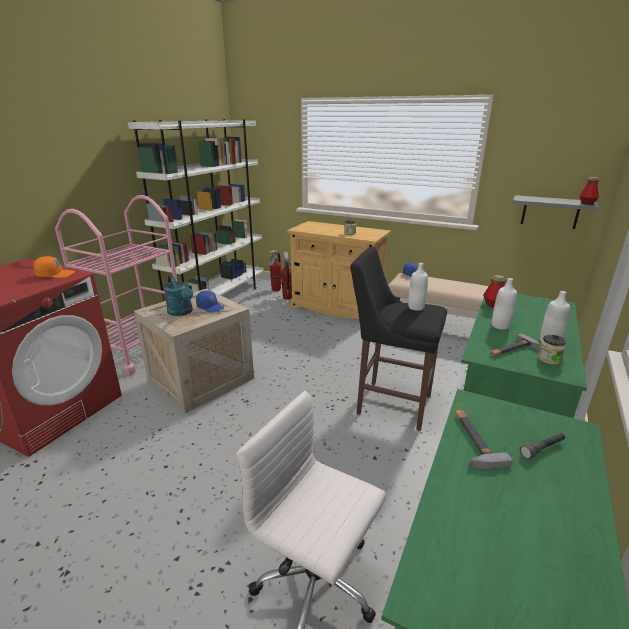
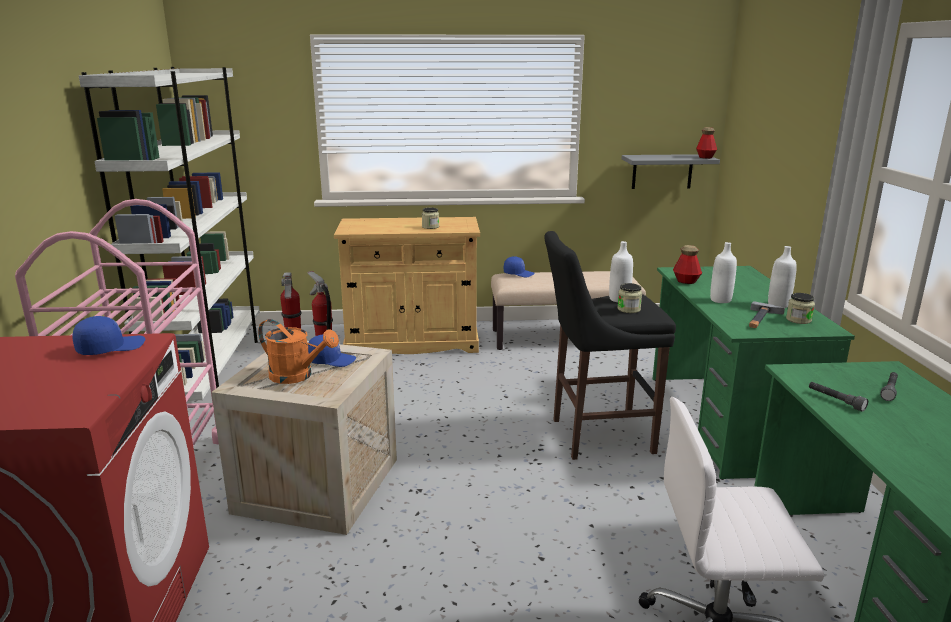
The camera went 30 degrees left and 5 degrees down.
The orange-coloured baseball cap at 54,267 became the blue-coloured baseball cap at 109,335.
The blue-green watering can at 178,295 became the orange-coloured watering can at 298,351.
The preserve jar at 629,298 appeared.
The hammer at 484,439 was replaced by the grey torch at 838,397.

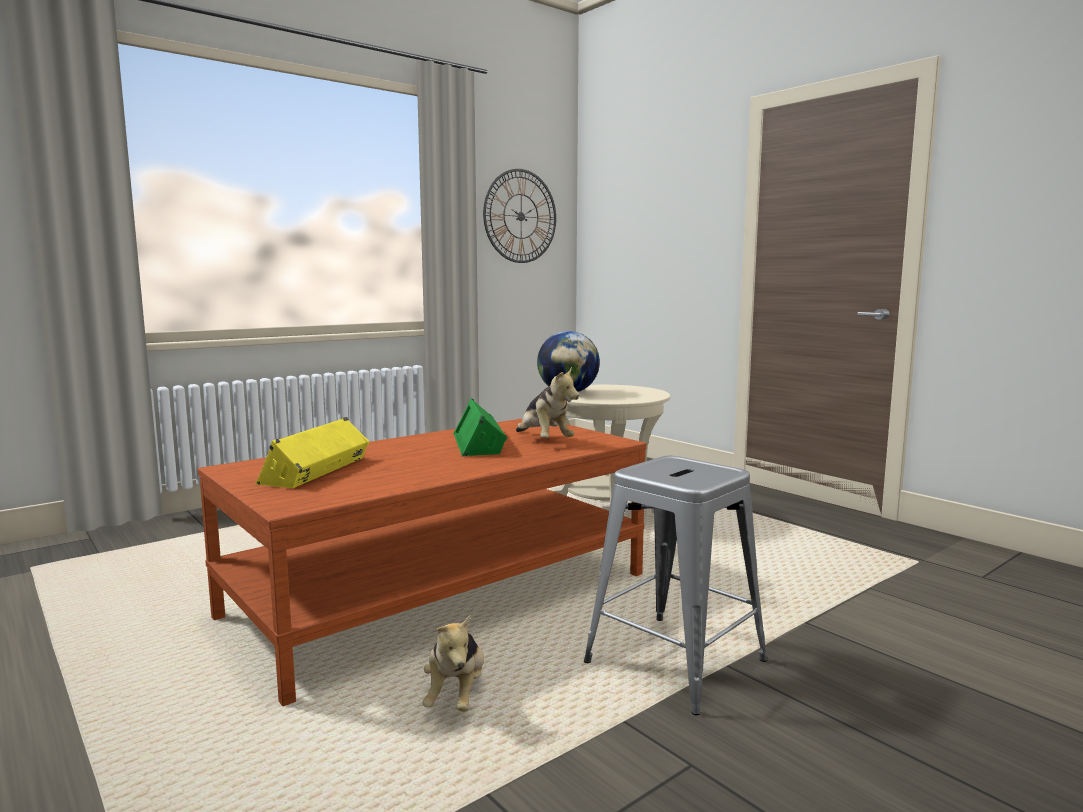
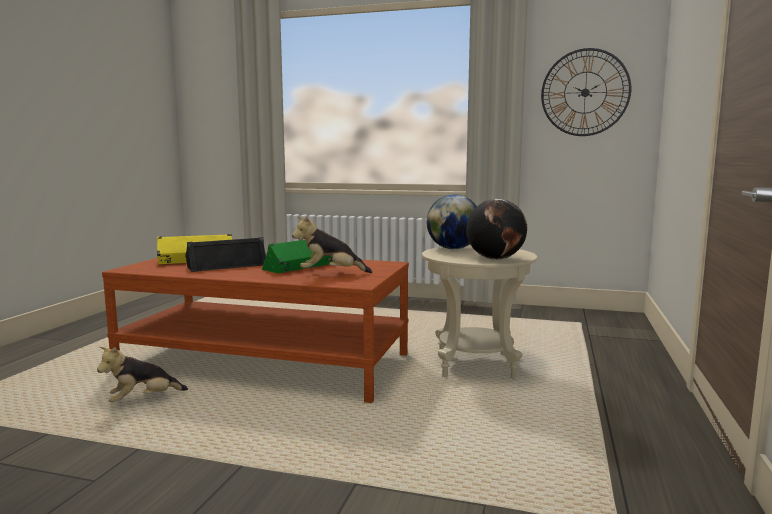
The camera went 55 degrees right and 0 degrees up.
The black audio speaker at 225,254 appeared.
The soft toy at 547,402 turned 60 degrees clockwise.
The desk globe at 496,229 appeared.
The grey sitting stool at 675,585 disappeared.

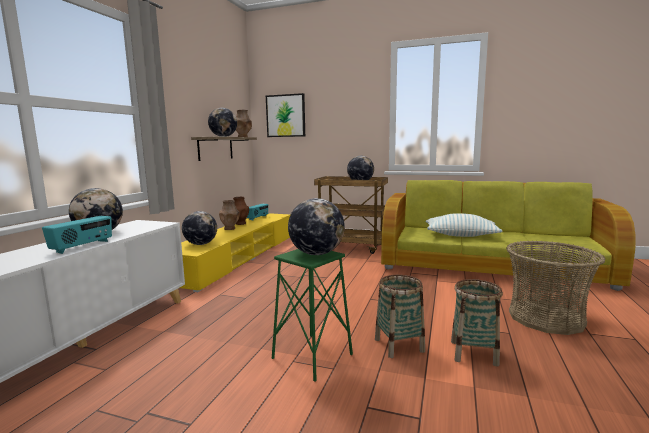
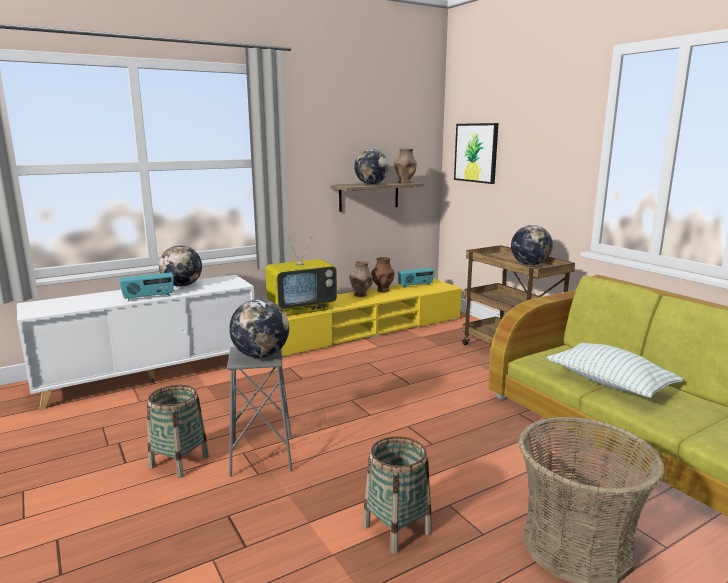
The camera went 40 degrees right and 5 degrees up.
The household basket moved from 400,316 to 178,431.
The green-coloured sitting stool at 312,315 became the grey sitting stool at 259,412.
The desk globe at 199,228 was replaced by the TV set at 301,276.

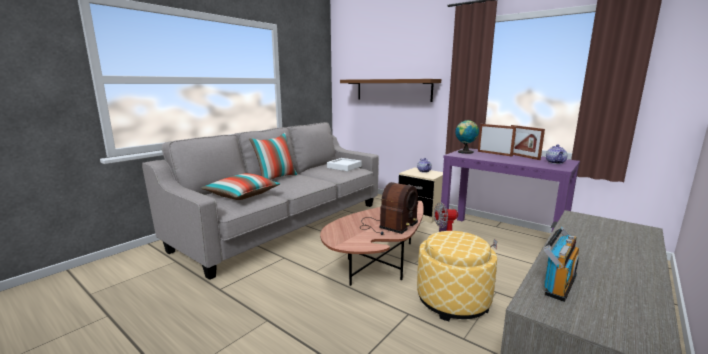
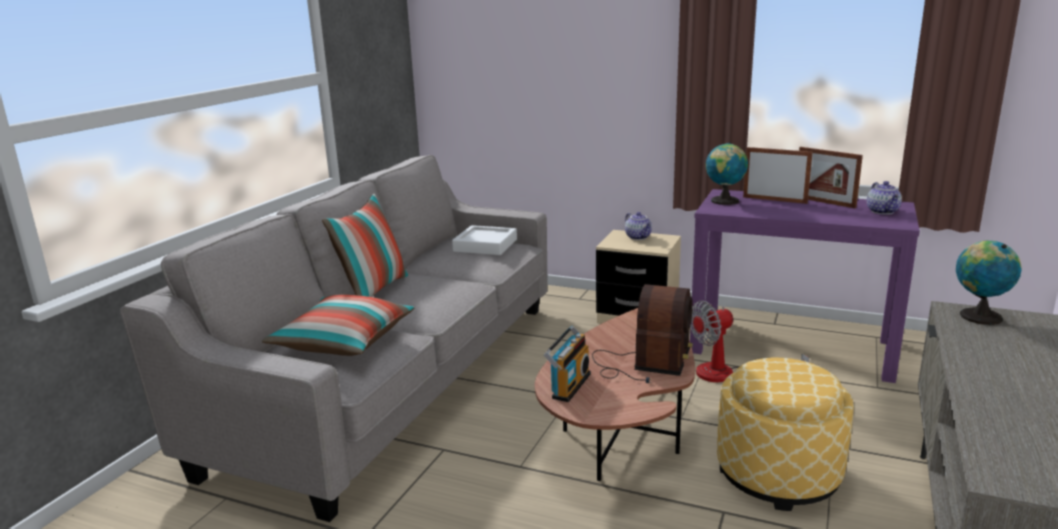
The camera went 15 degrees left and 5 degrees up.
The radio receiver moved from 561,264 to 567,363.
The desk globe at 988,282 appeared.
The brown bracket shelf at 390,90 disappeared.

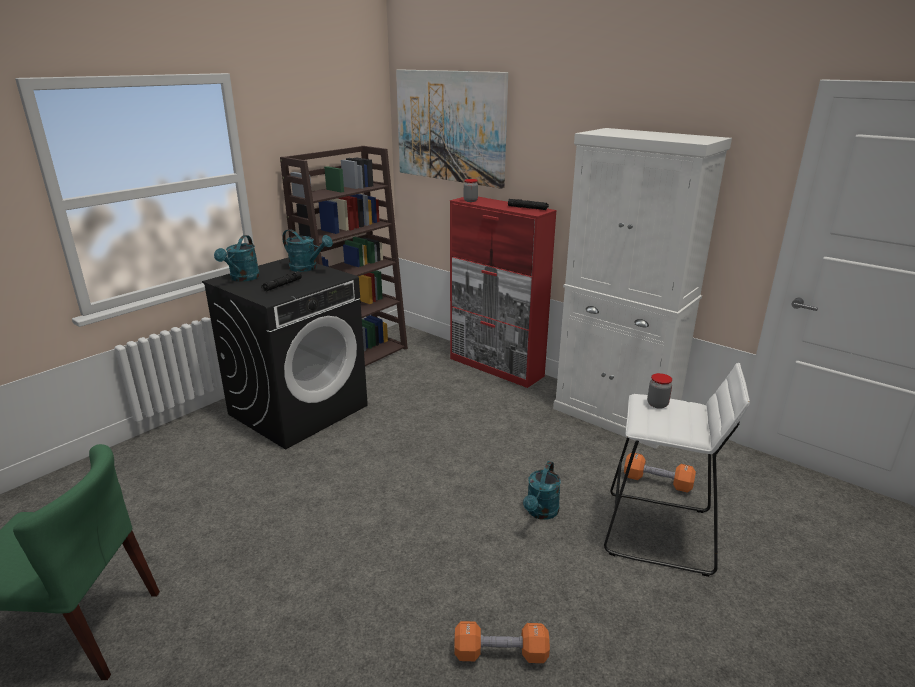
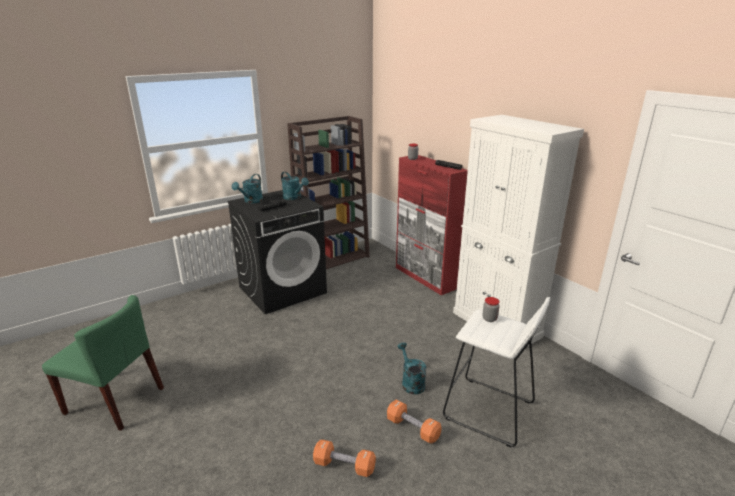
The camera went 15 degrees right and 0 degrees up.
The orange-coloured dumbbell moved from 660,472 to 414,422.
The blue-green watering can at 542,490 turned 120 degrees clockwise.
The picture at 452,129 disappeared.

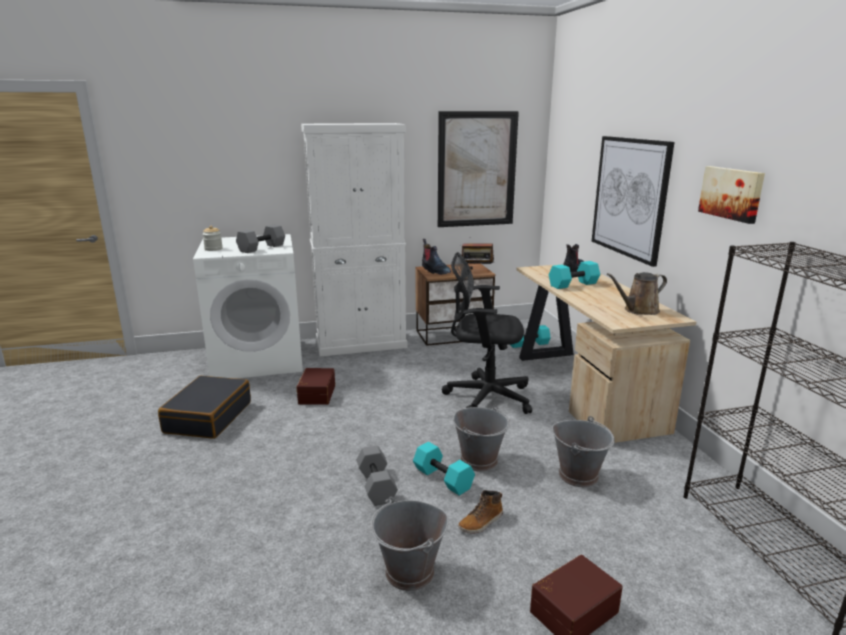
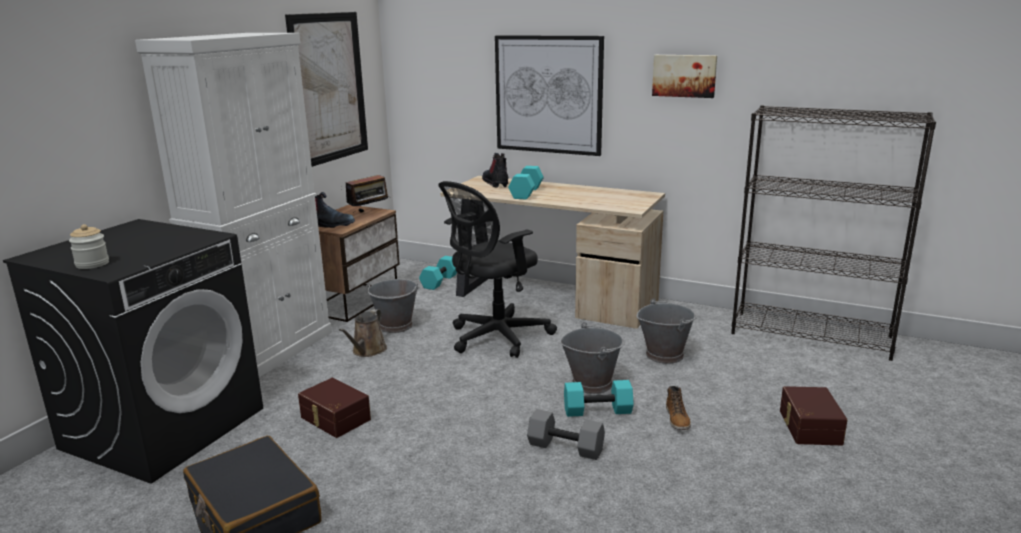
The camera went 50 degrees left and 0 degrees up.
The whitish laundry appliance at 248,306 became the black laundry appliance at 133,351.
The brown watering can moved from 637,293 to 363,333.
The grey pail moved from 410,544 to 392,306.
The grey dumbbell at 260,239 disappeared.

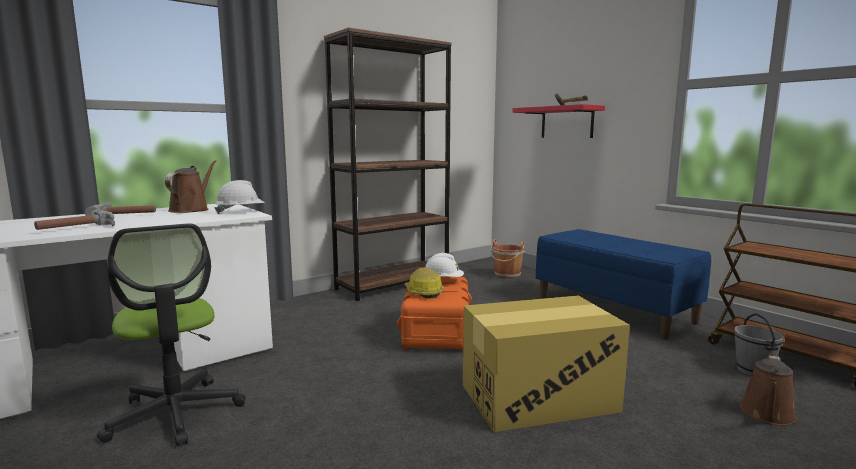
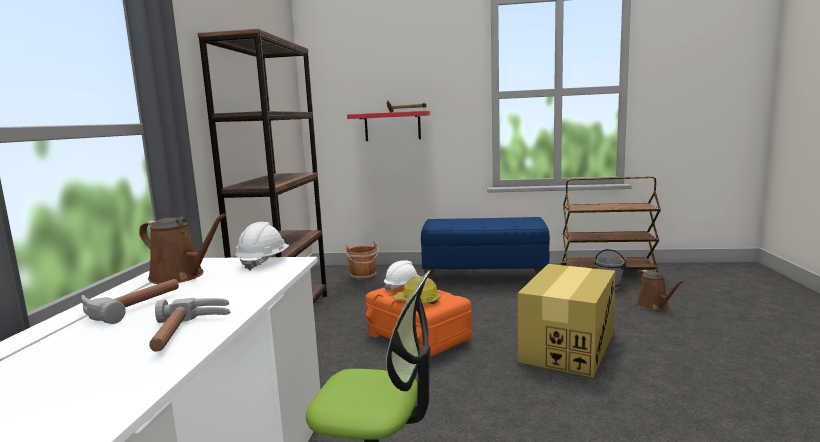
The camera went 45 degrees left and 0 degrees up.
The brown watering can at 191,186 turned 150 degrees clockwise.

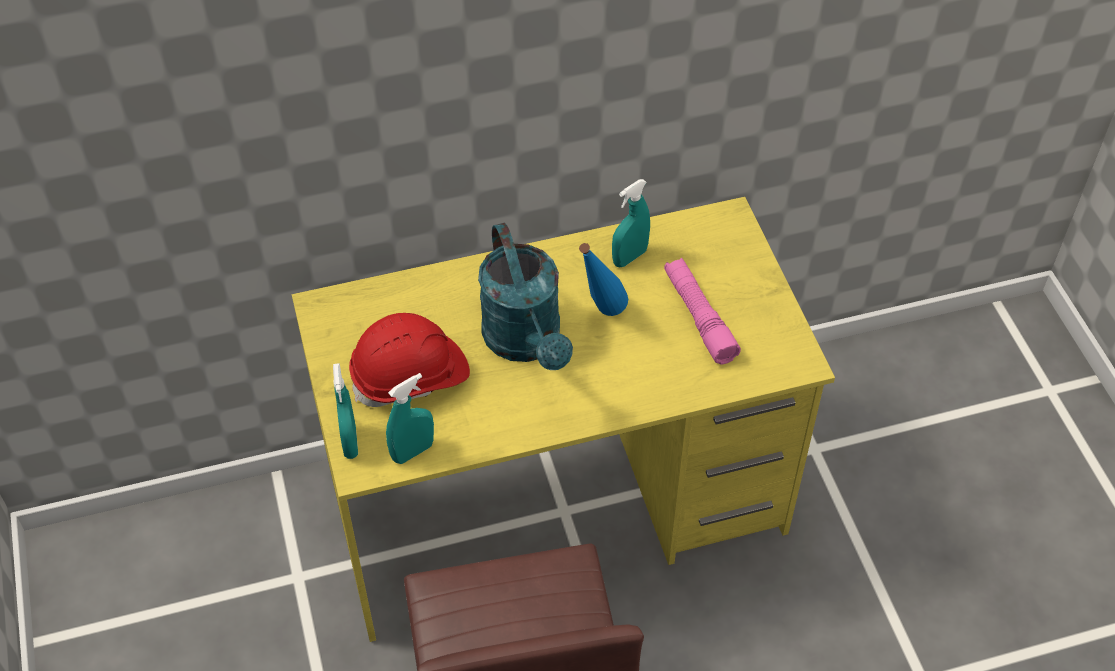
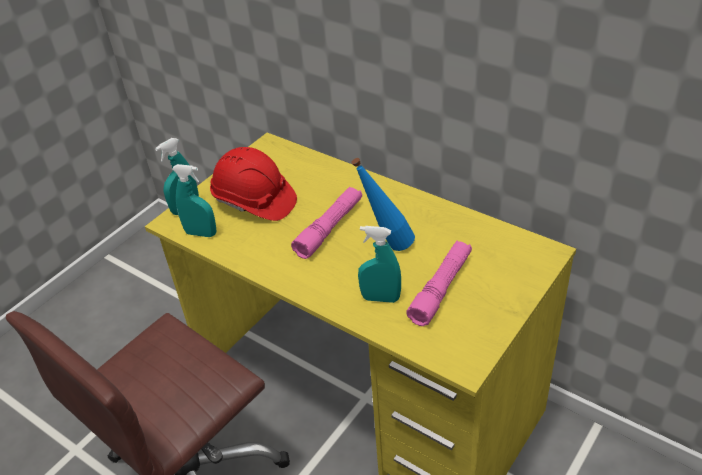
The camera went 55 degrees right and 10 degrees down.
The blue-green watering can at 525,296 was replaced by the pink torch at 326,223.
The blue-green sprayer moved from 631,223 to 379,264.

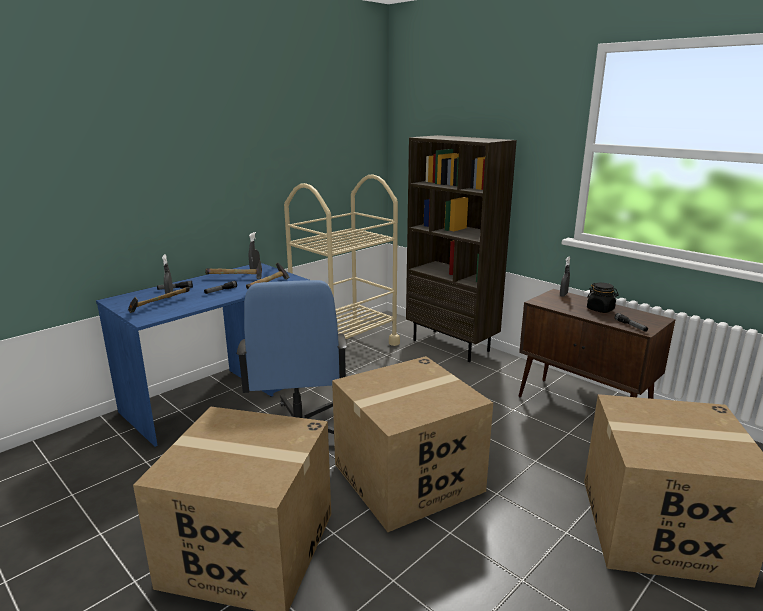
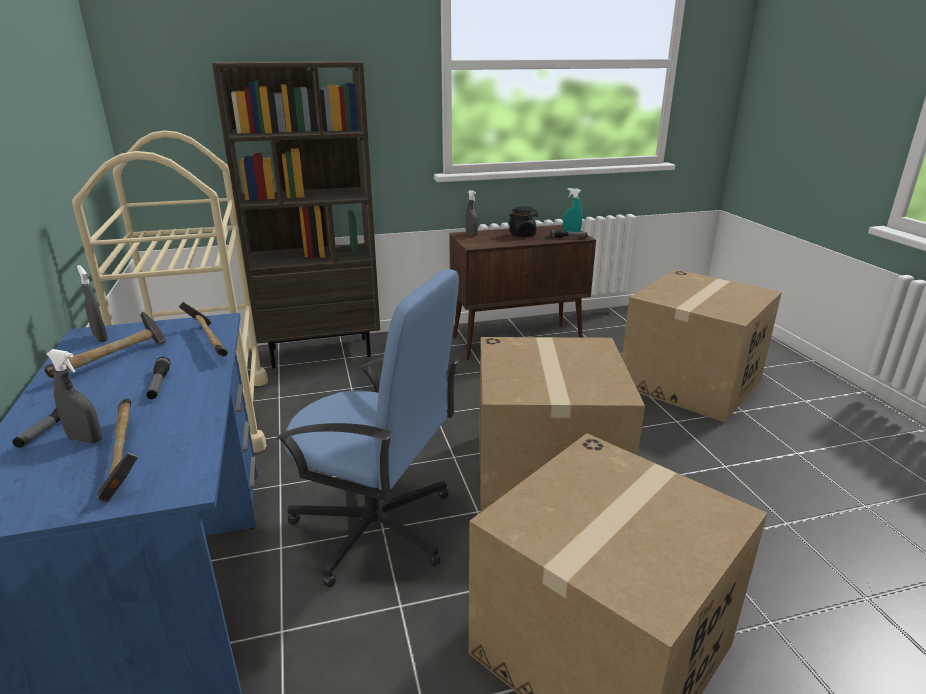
The camera went 60 degrees left and 5 degrees up.
The blue-green sprayer at 573,210 appeared.

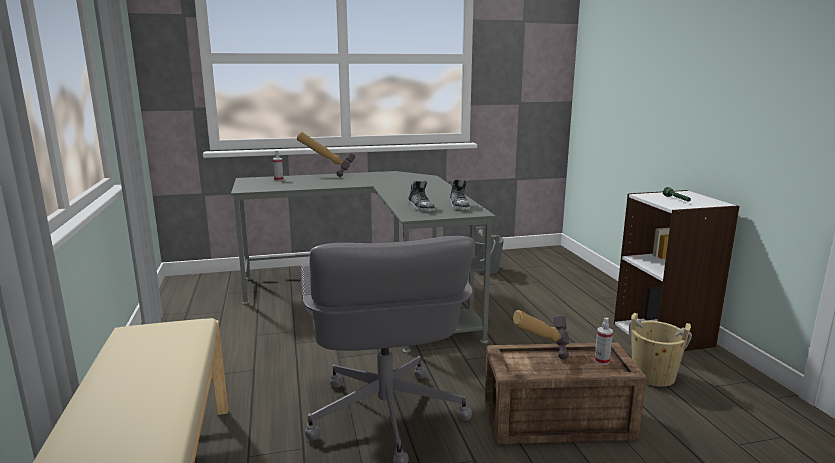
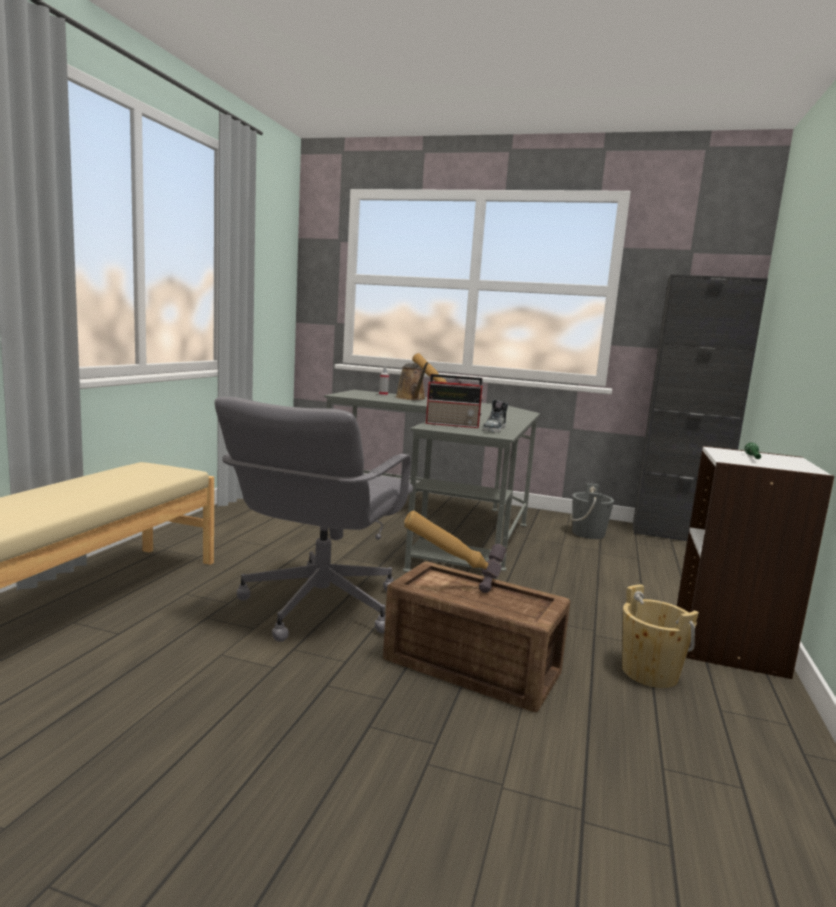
The camera went 30 degrees right and 5 degrees down.
The brown watering can at 412,381 appeared.
The item of footwear at 421,196 was replaced by the radio receiver at 455,401.
The black cupboard at 700,407 appeared.
The sprayer at 603,341 disappeared.

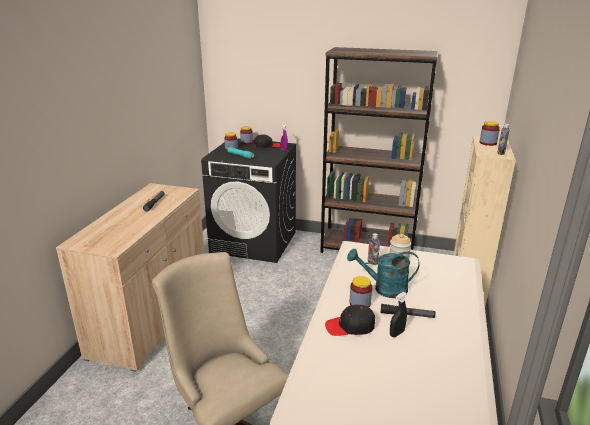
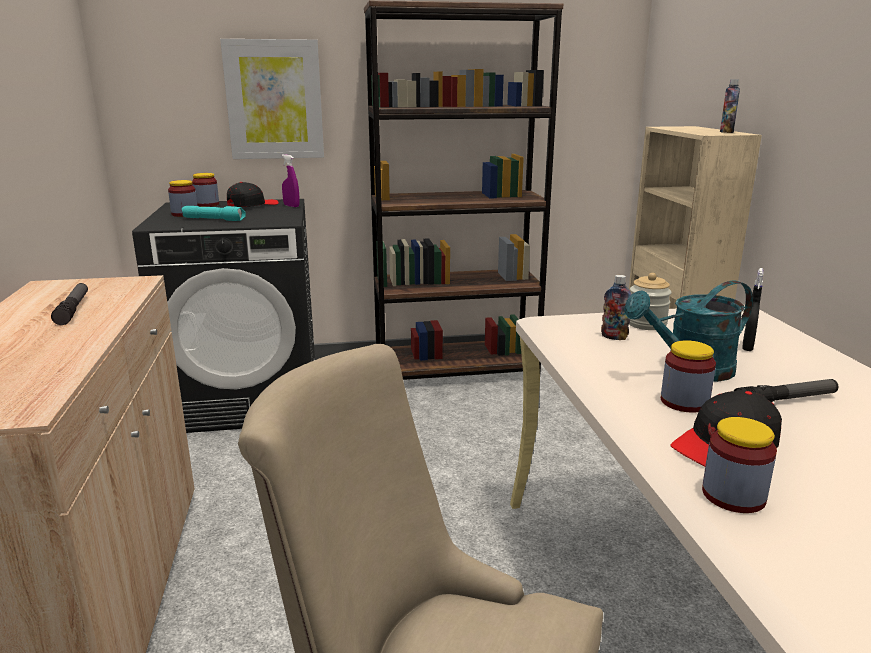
The camera went 25 degrees left and 5 degrees down.
The picture at 272,99 appeared.
The preserve jar moved from 490,133 to 739,465.
The black sprayer moved from 398,314 to 753,309.

